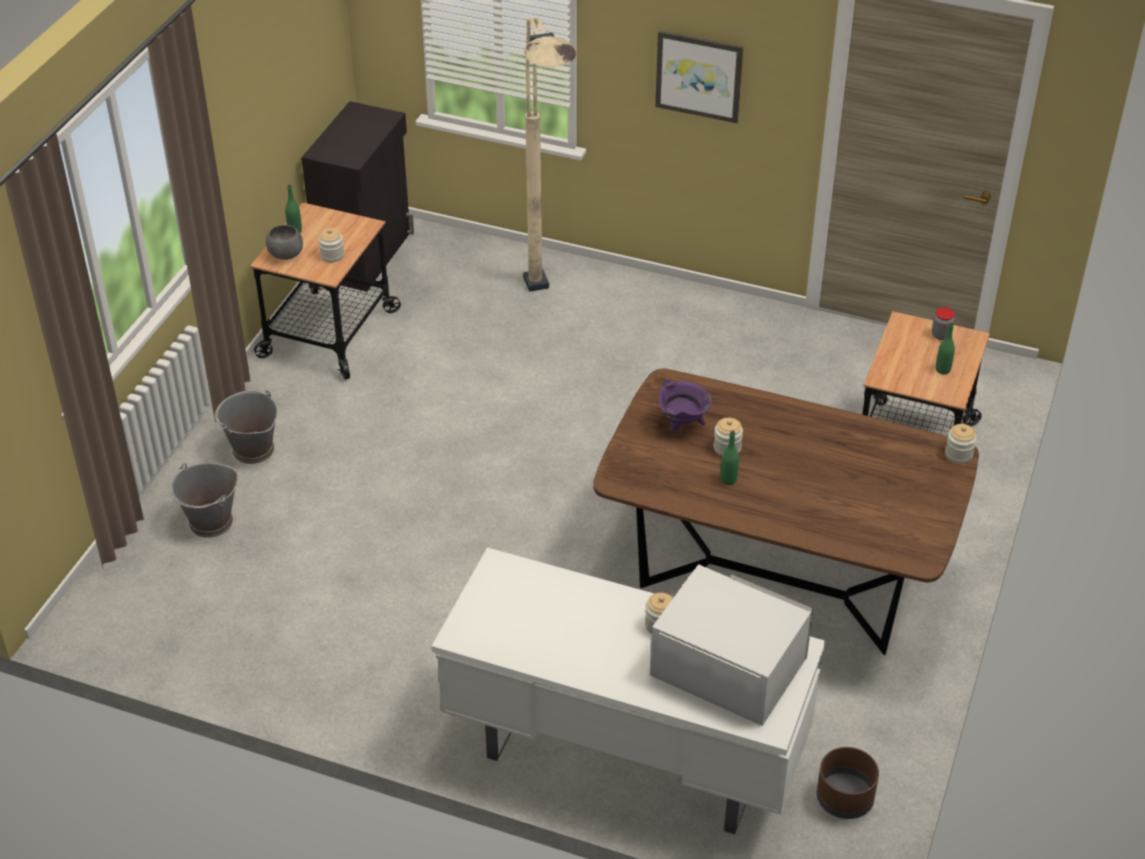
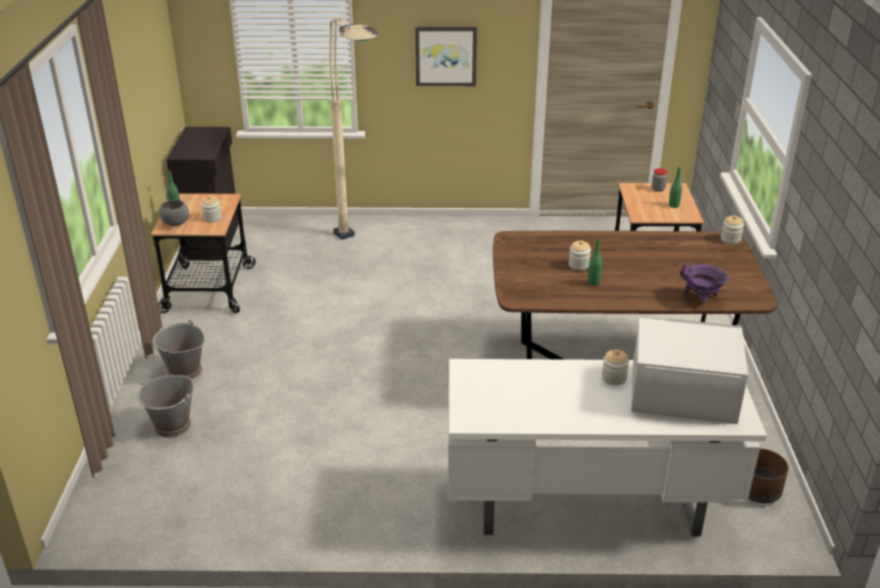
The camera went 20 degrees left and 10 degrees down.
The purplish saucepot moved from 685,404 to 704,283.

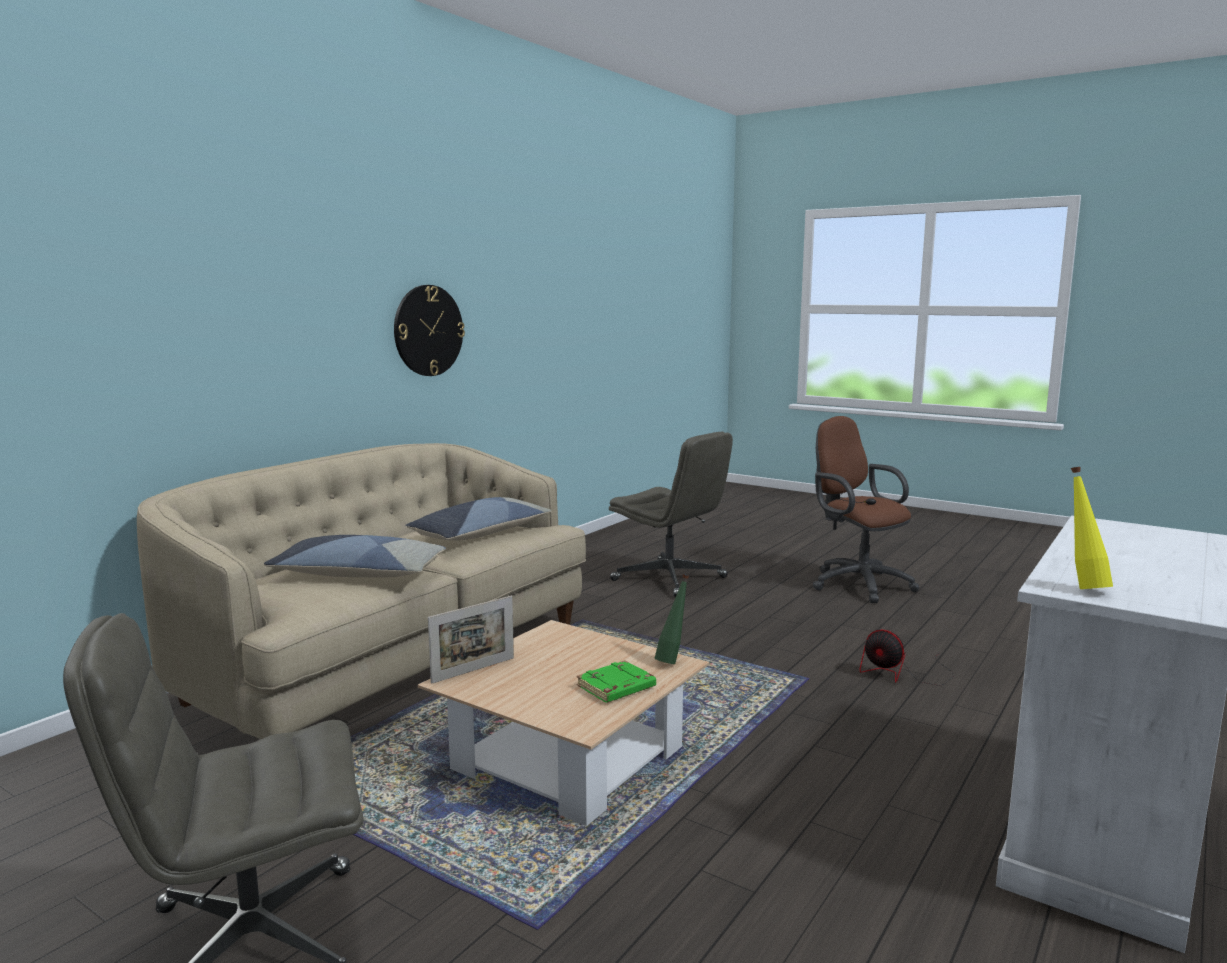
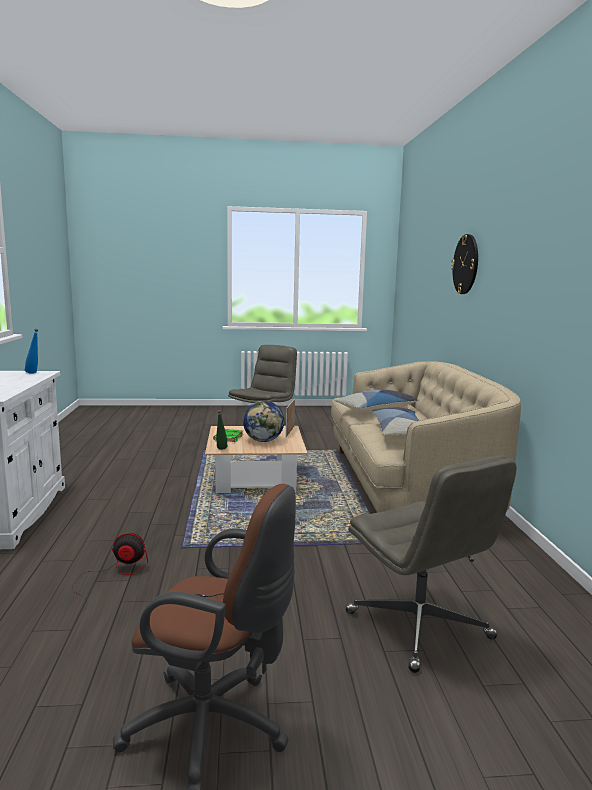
The camera went 140 degrees right and 0 degrees up.
The yellow drink bottle at 1092,528 became the blue-coloured drink bottle at 31,351.
The desk globe at 263,421 appeared.
The grey office chair at 671,515 turned 120 degrees counterclockwise.
The hanging clock moved from 429,330 to 464,264.

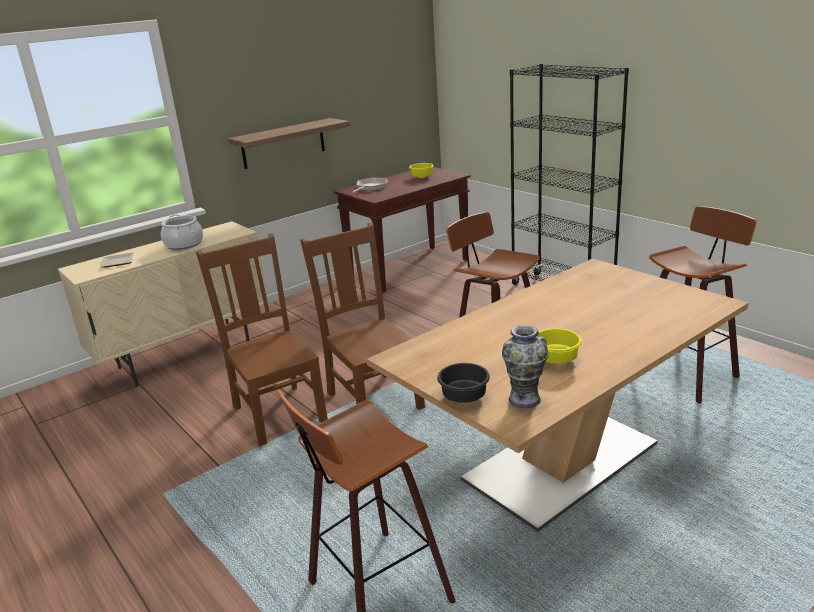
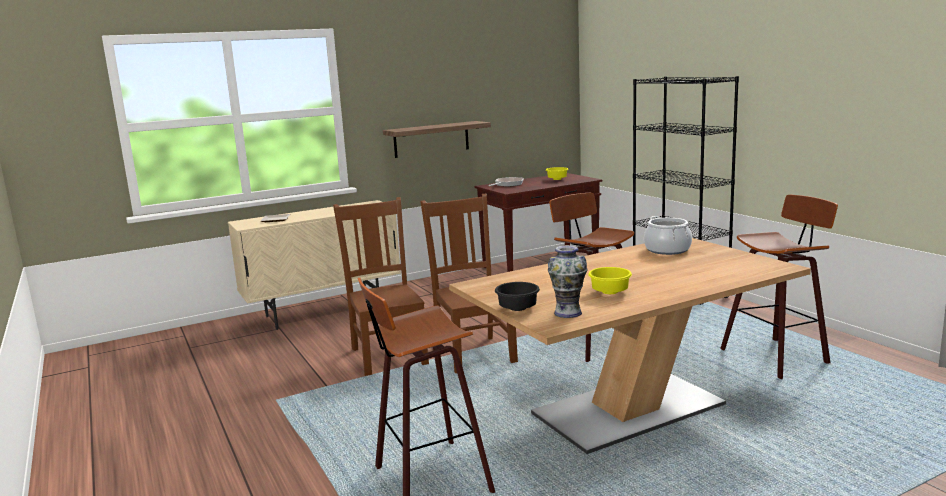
The camera went 10 degrees right and 10 degrees down.
The saucepot moved from 182,232 to 668,235.

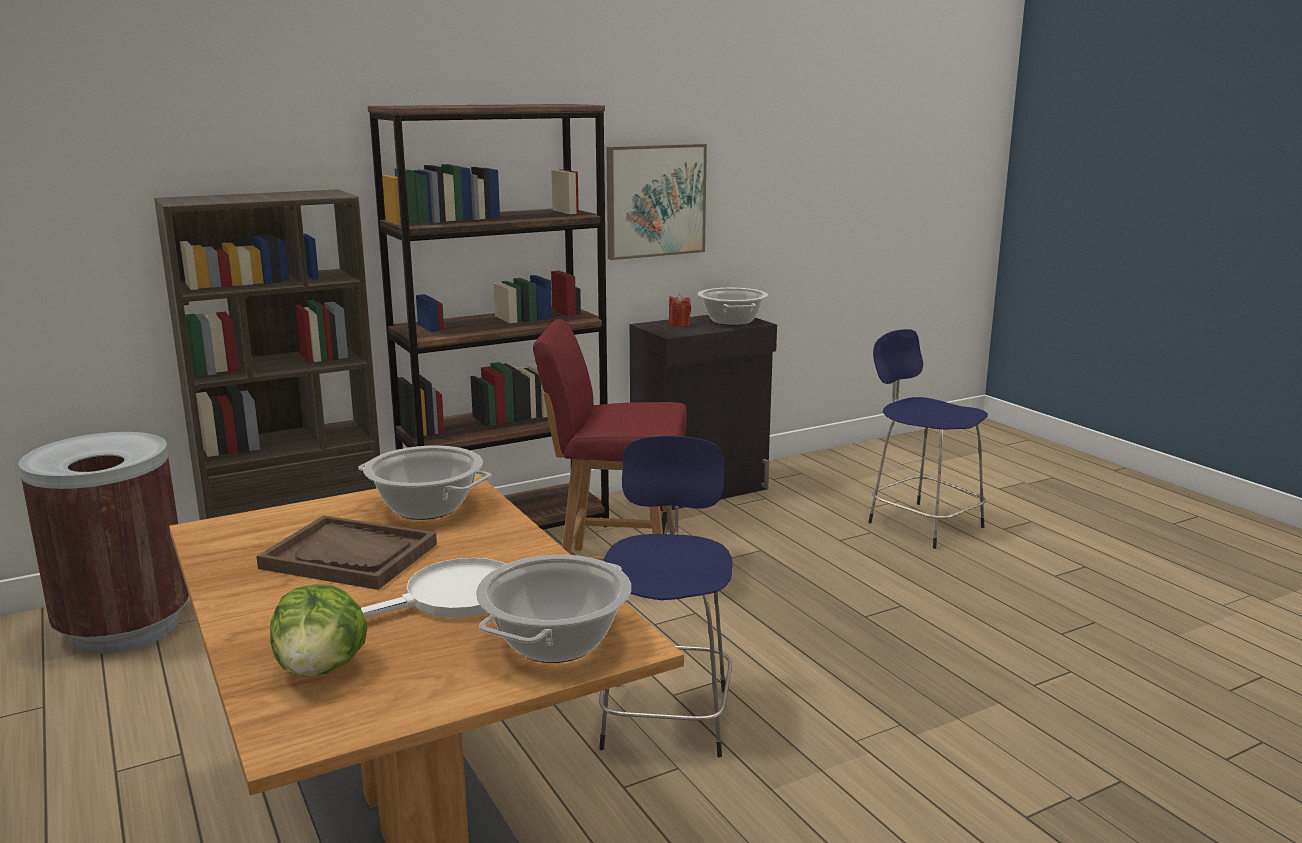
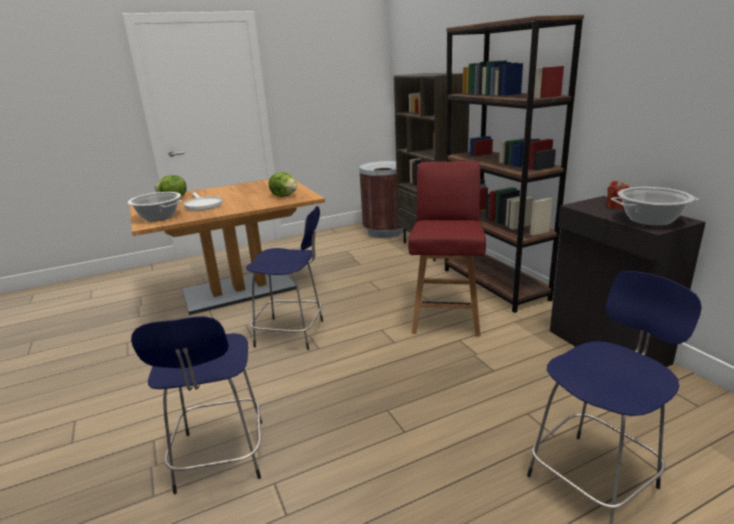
The camera went 95 degrees right and 5 degrees up.
The blue-coloured sitting stool at 196,405 appeared.
The saucepot at 424,483 was replaced by the head of lettuce at 283,184.
The brown tray at 346,552 disappeared.
The picture at 656,202 disappeared.

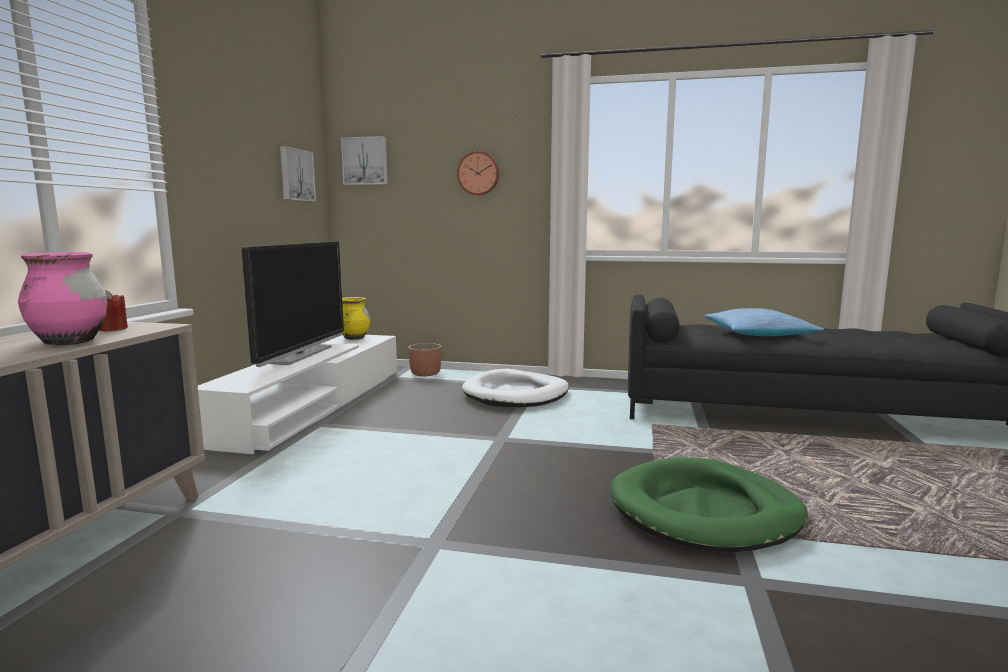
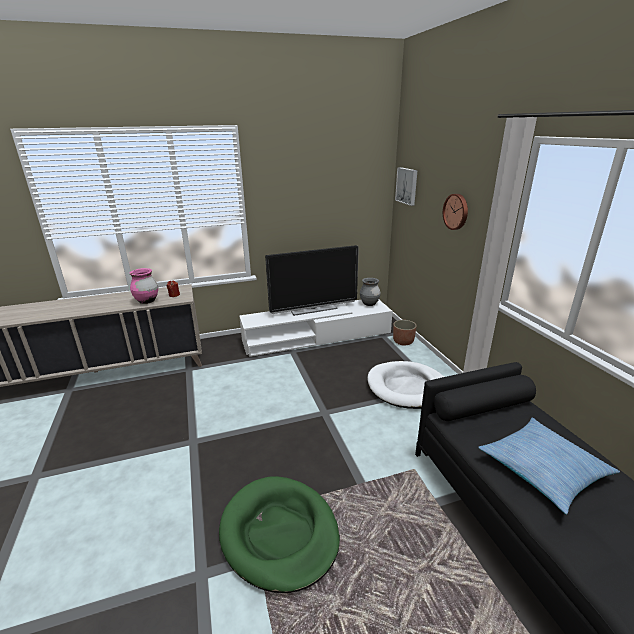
The camera went 60 degrees right and 15 degrees up.
The yellow decorative vase at 356,318 became the grey decorative vase at 370,292.
The picture at 298,173 disappeared.

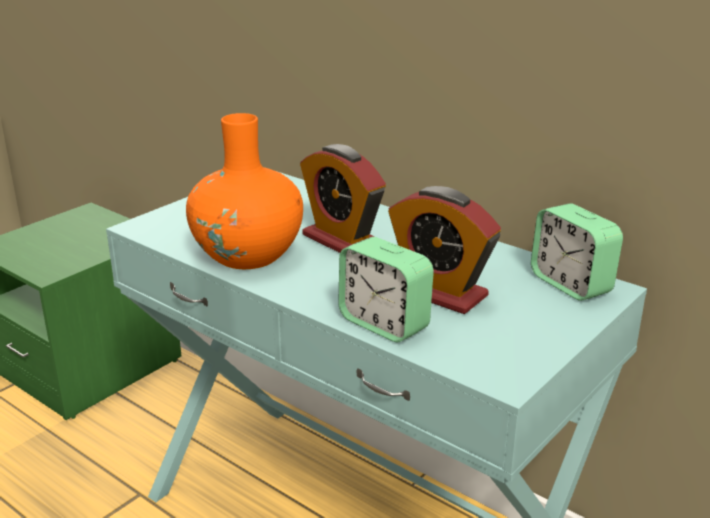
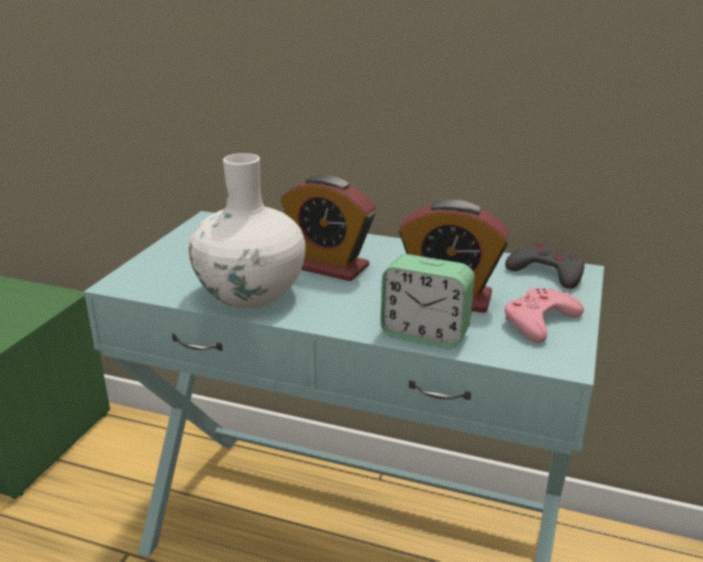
The camera went 20 degrees left and 0 degrees up.
The orange-coloured decorative vase at 244,191 became the whitish decorative vase at 247,230.
The pink gamepad at 544,315 appeared.
The table clock at 577,252 was replaced by the grey gamepad at 545,266.

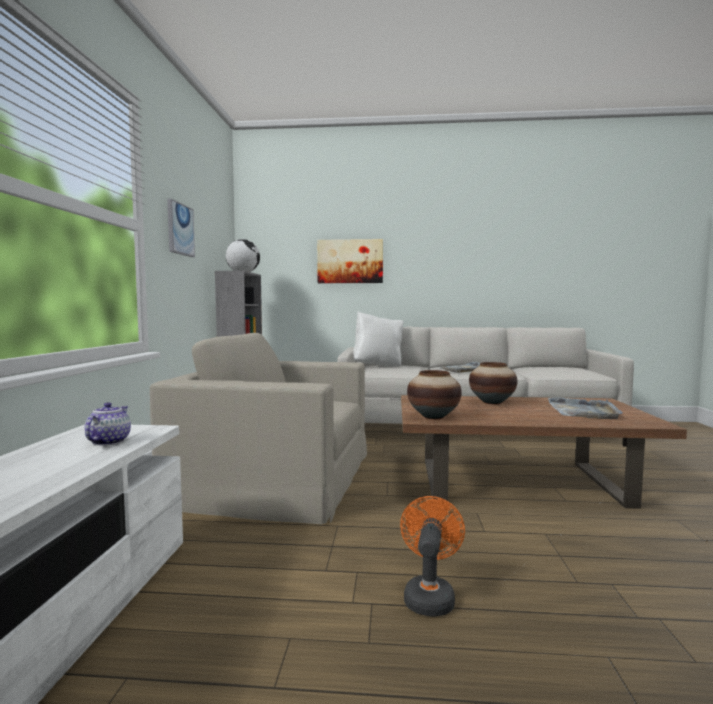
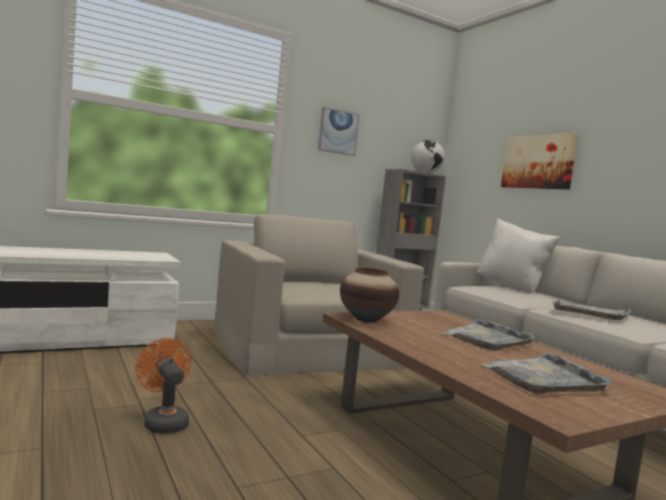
The camera went 55 degrees right and 0 degrees up.
The orange-coloured cooling fan at 432,556 turned 105 degrees counterclockwise.
The decorative vase at 493,383 was replaced by the grey tray at 489,335.
The tea pot at 108,424 disappeared.

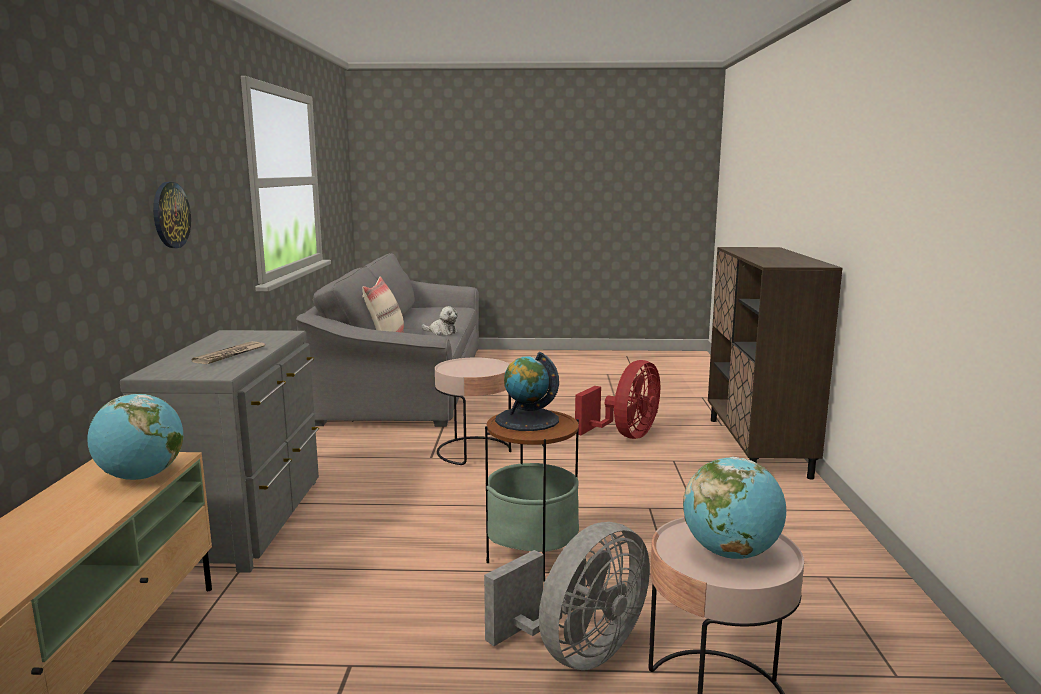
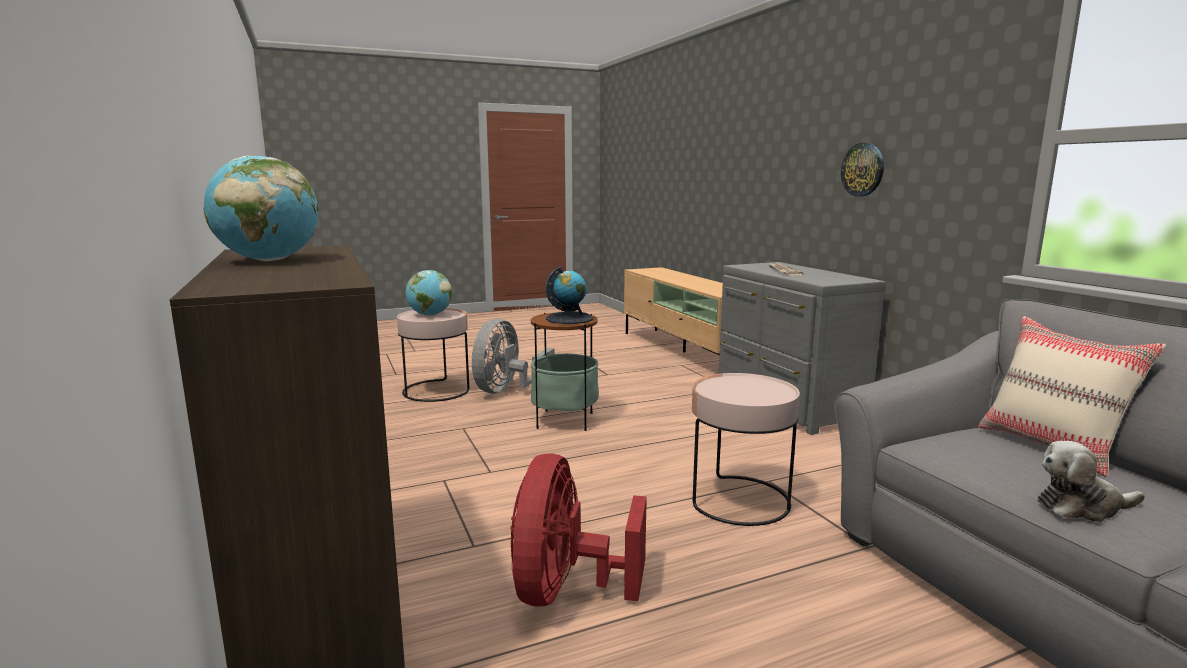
The camera went 155 degrees right and 0 degrees up.
The desk globe moved from 135,437 to 261,208.

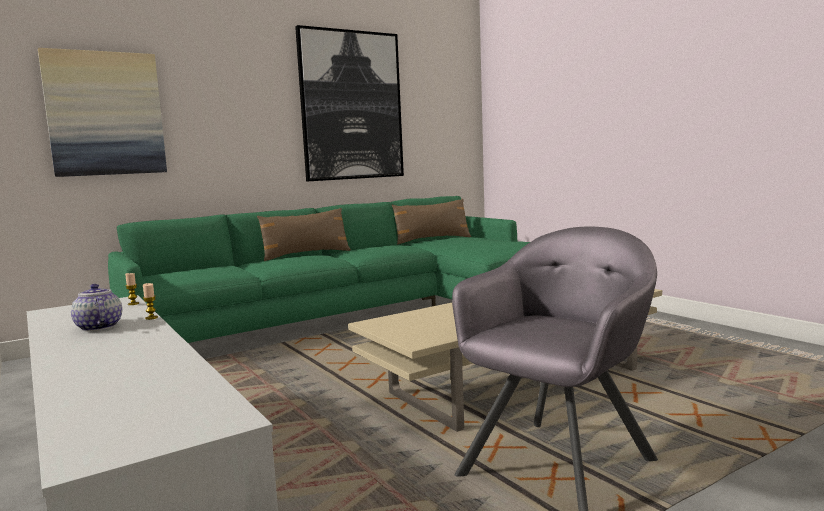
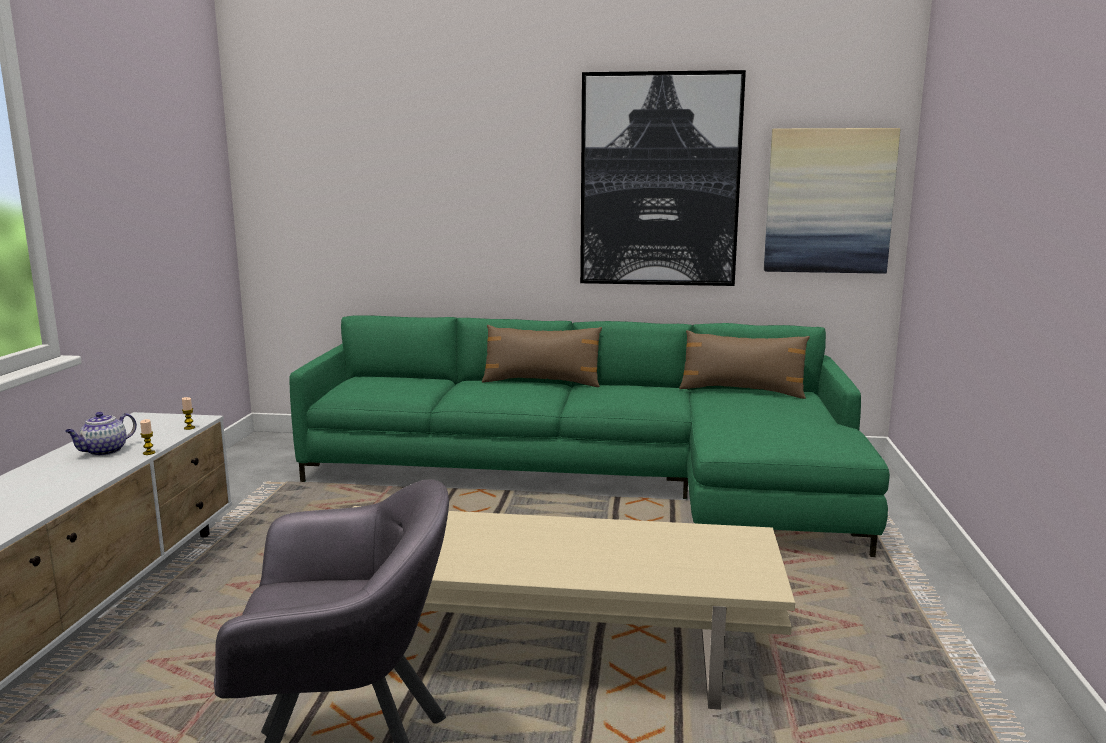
The camera went 40 degrees right and 5 degrees up.
The tea pot at 96,308 turned 150 degrees counterclockwise.
The picture moved from 102,112 to 832,201.

